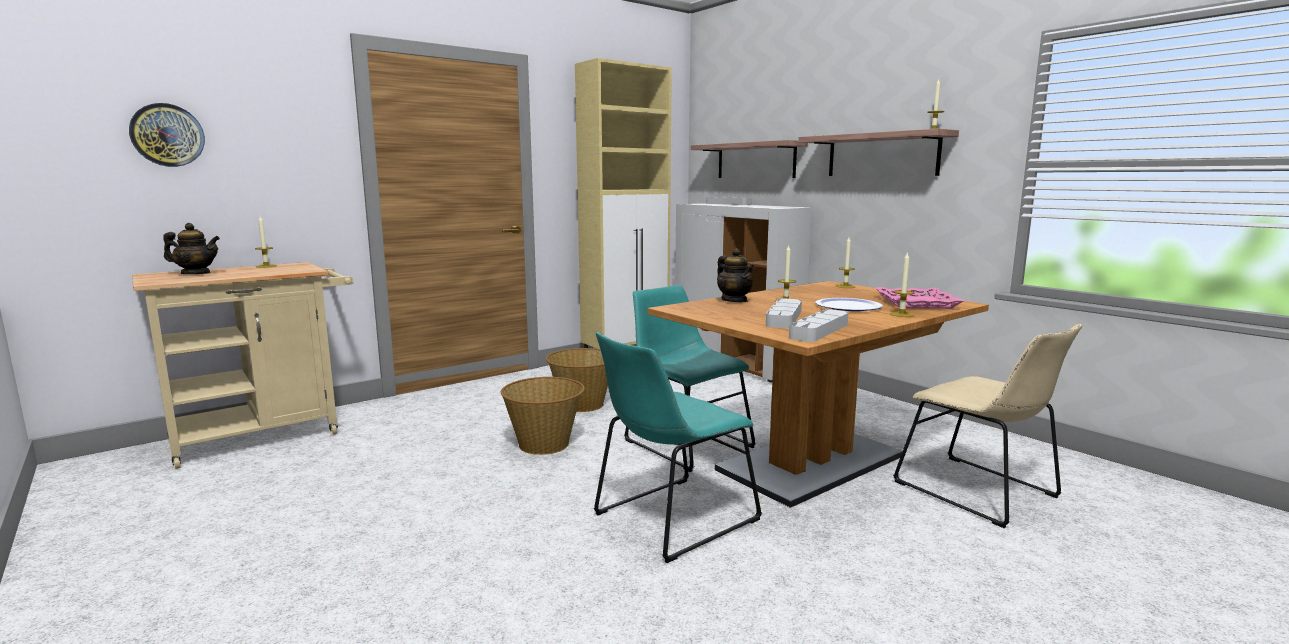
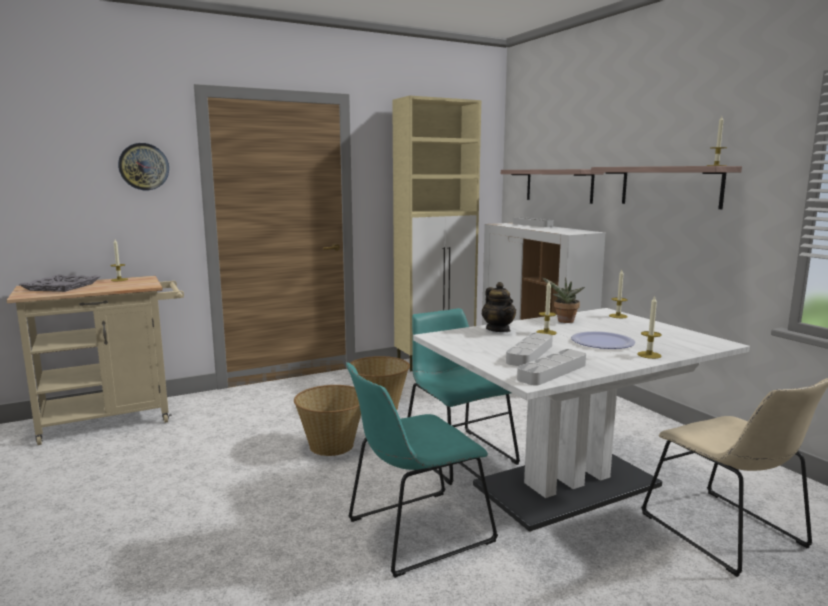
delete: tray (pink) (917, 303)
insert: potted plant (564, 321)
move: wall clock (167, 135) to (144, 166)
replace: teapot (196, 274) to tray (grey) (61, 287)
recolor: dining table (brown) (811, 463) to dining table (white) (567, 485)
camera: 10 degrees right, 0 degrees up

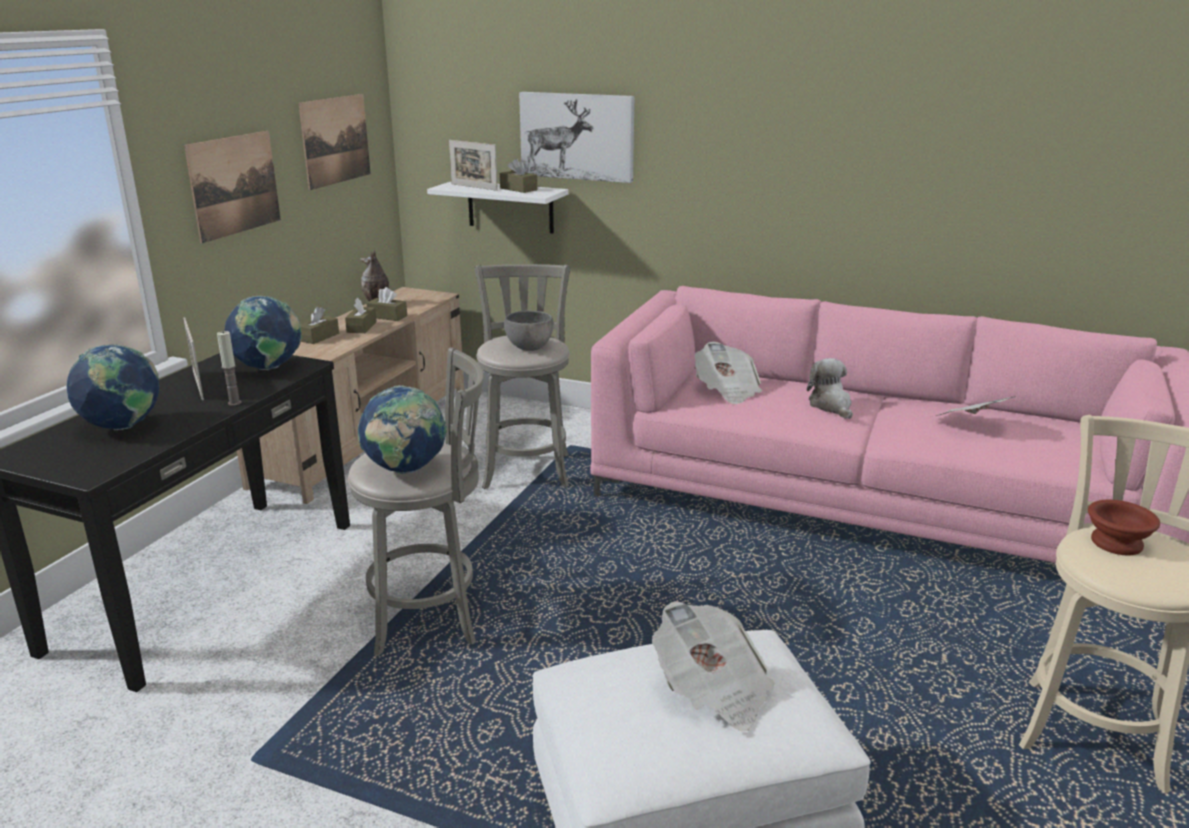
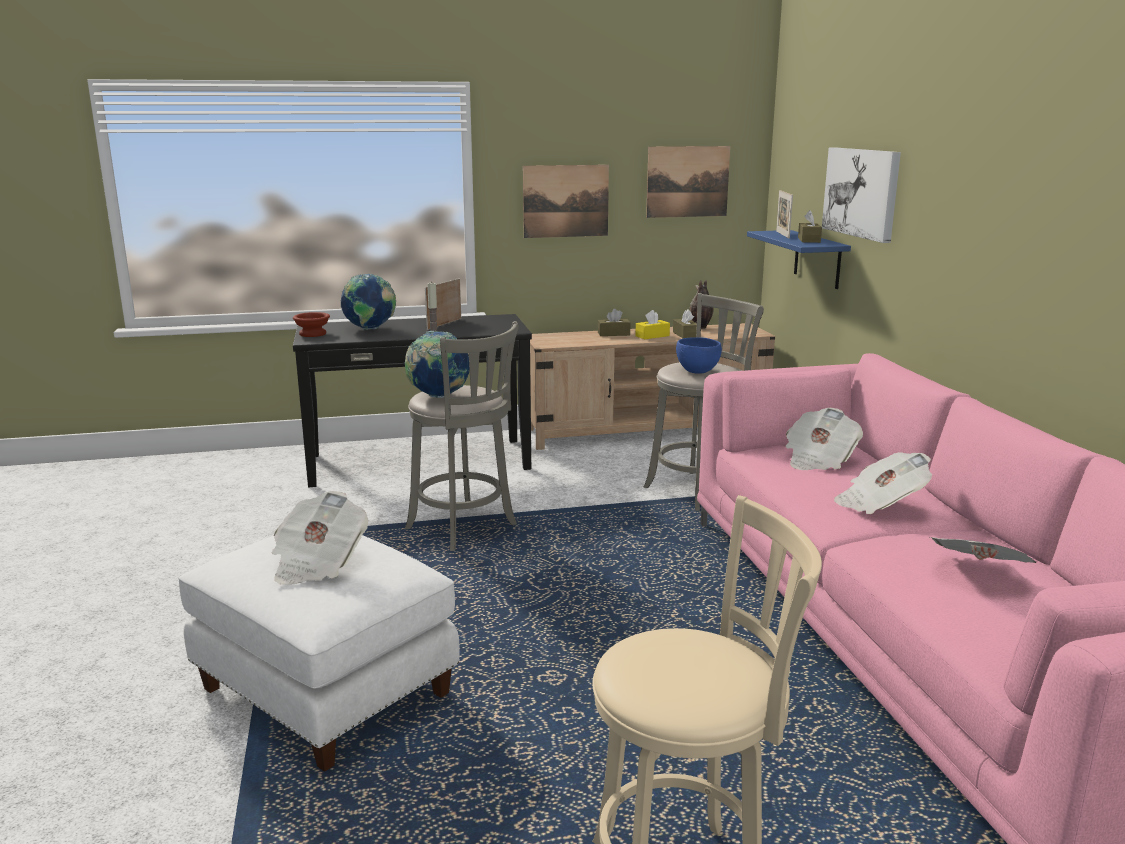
delete: globe (269, 368)
move: bowl (brown) (1114, 543) to (312, 333)
replace: plush toy (831, 406) to newspaper (879, 504)
recolor: shelf (white) (510, 207) to shelf (blue) (817, 259); tissue box (brown) (361, 327) to tissue box (yellow) (652, 336); bowl (grey) (530, 347) to bowl (blue) (697, 371)
camera: 55 degrees right, 5 degrees down

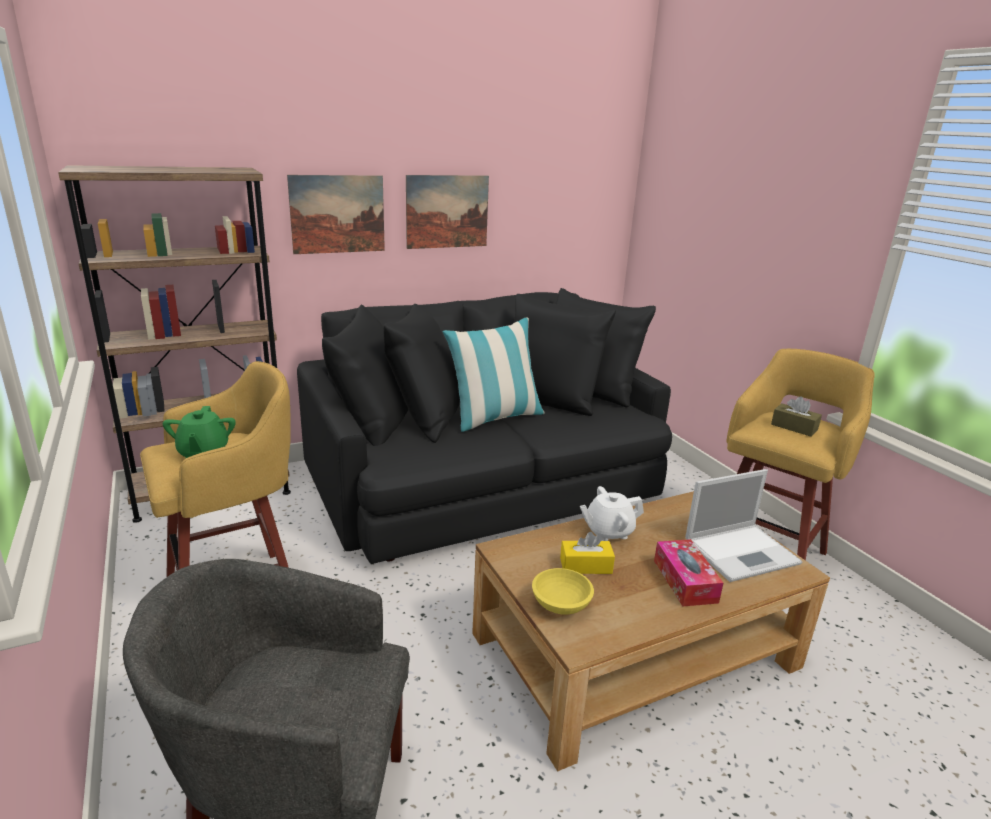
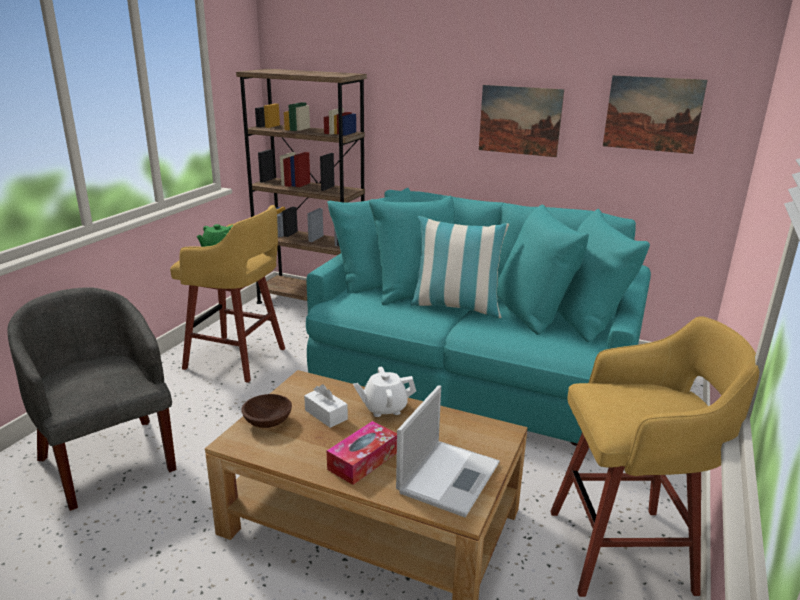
delete: tissue box (brown) (794, 427)
move: picture (337, 214) to (652, 114)
recolor: sofa (black) (483, 481) to sofa (turquoise) (473, 370); tissue box (yellow) (585, 566) to tissue box (white) (326, 415); bowl (yellow) (560, 604) to bowl (brown) (267, 421)
rotate: laptop (742, 552) = (449, 476) 90 degrees counterclockwise; teapot (white) (608, 532) = (384, 408) 45 degrees counterclockwise
camera: 50 degrees right, 0 degrees up

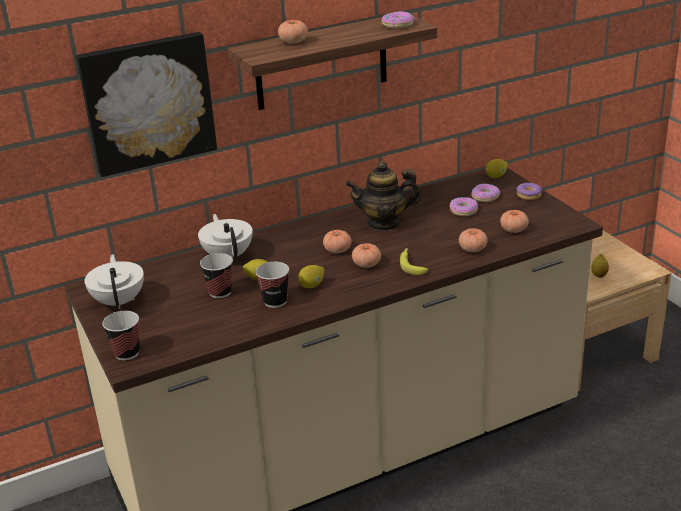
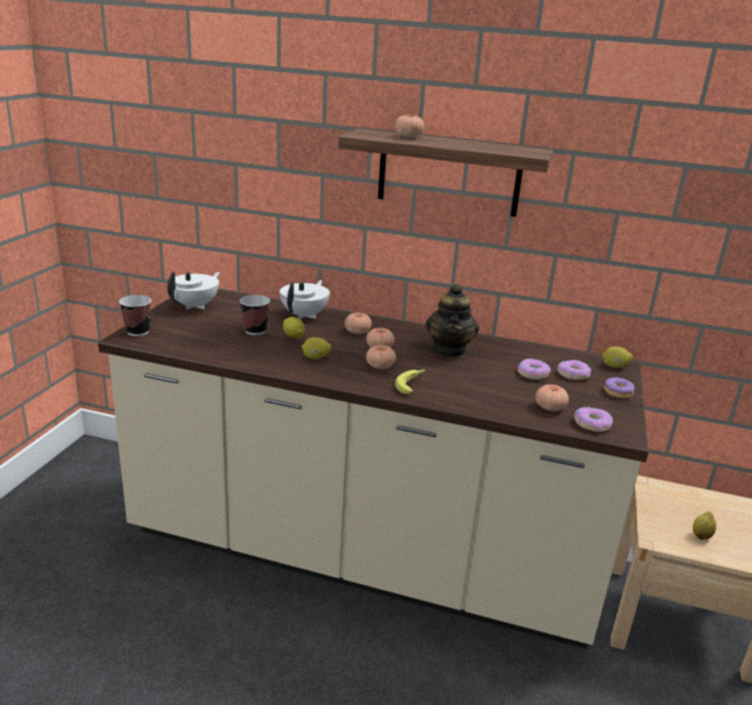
delete: picture (148, 102); cup (275, 301)
move: donut (398, 25) to (592, 424); tomato (472, 249) to (357, 332)
rotate: teapot (384, 223) = (449, 350) 120 degrees counterclockwise
camera: 40 degrees right, 5 degrees down

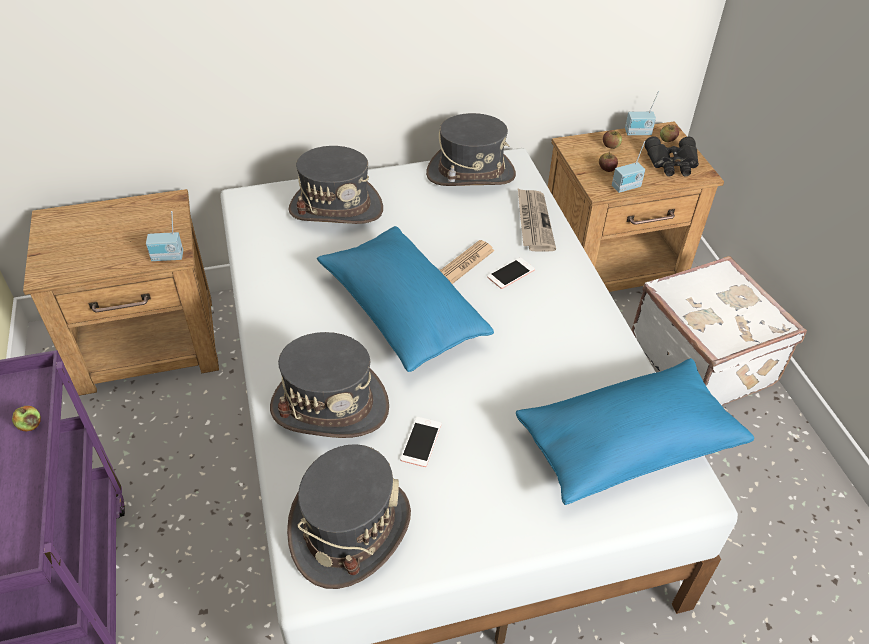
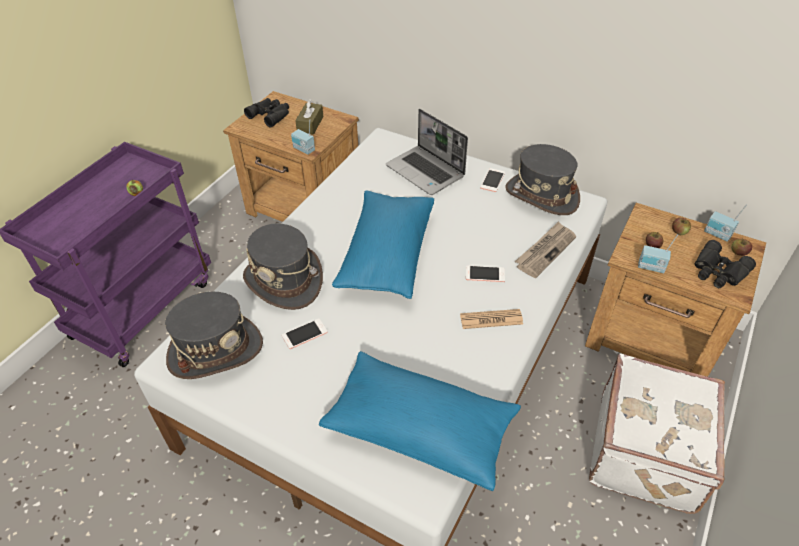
insert: binoculars (black) (271, 115); tissue box (brown) (310, 124); phone (492, 180)
move: newspaper (466, 262) to (491, 319)
replace: hat (grey) (336, 208) to laptop (426, 171)
camera: 45 degrees right, 0 degrees up

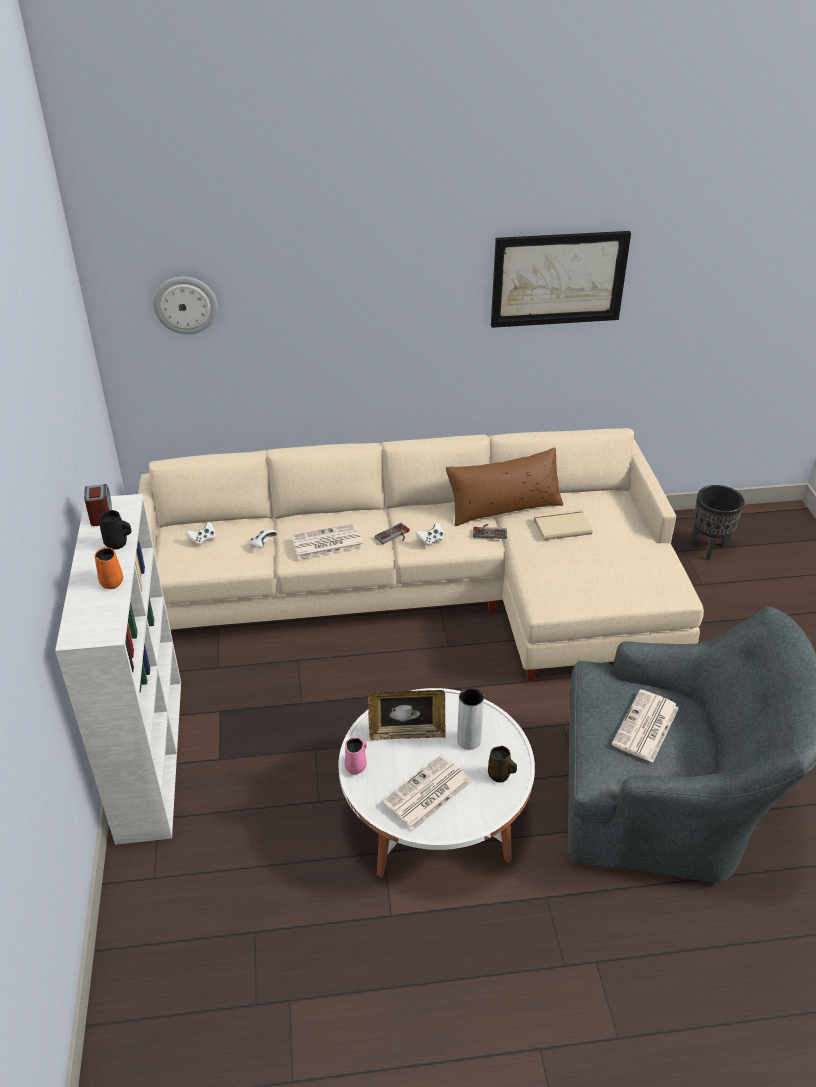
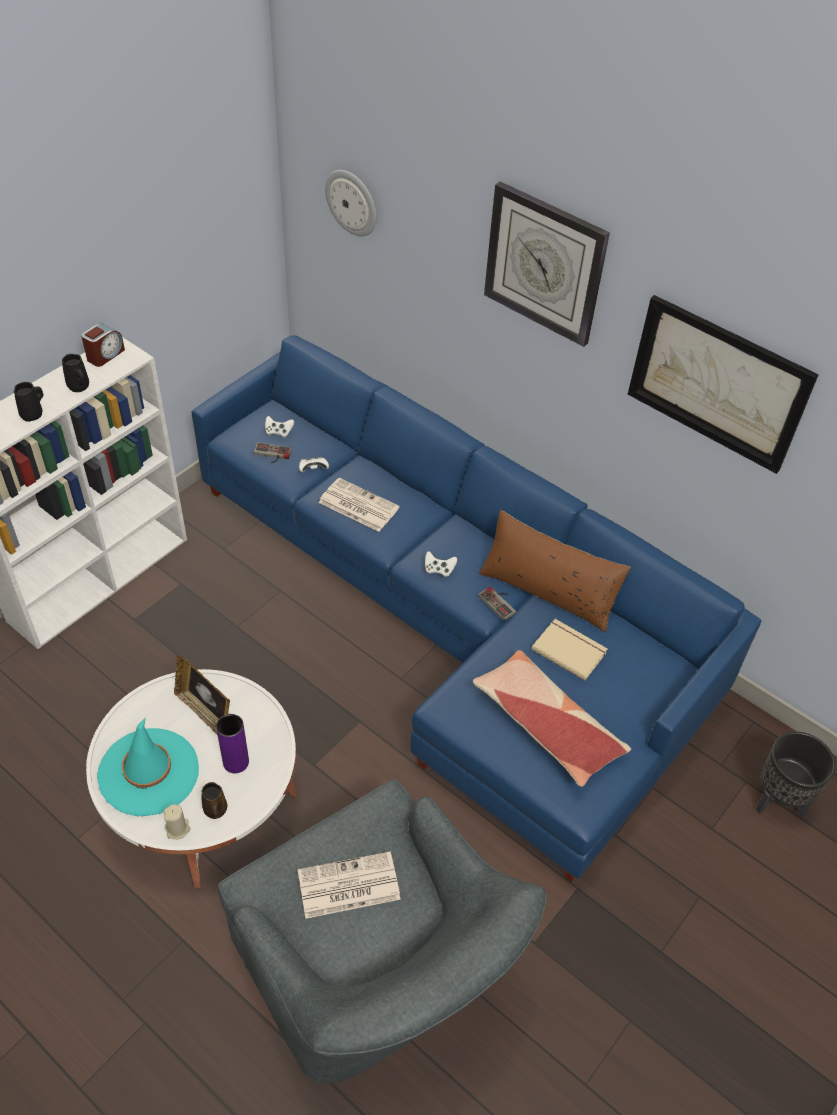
delete: mug (pink) (356, 766)
insert: wall clock (545, 264); pillow (546, 724); candle (beige) (178, 829)
move: game controller (394, 536) to (271, 455)
replace: newspaper (427, 794) to hat (turquoise) (149, 772)
recolor: sofa (beige) (433, 589) to sofa (blue) (460, 620); mug (orange) (112, 581) to mug (black) (33, 414); vase (grey) (468, 740) to vase (purple) (236, 762)
camera: 45 degrees right, 10 degrees up

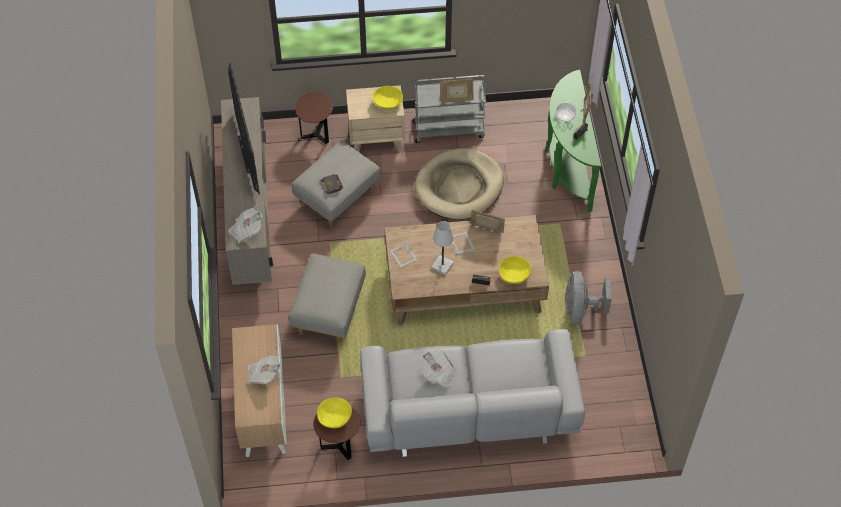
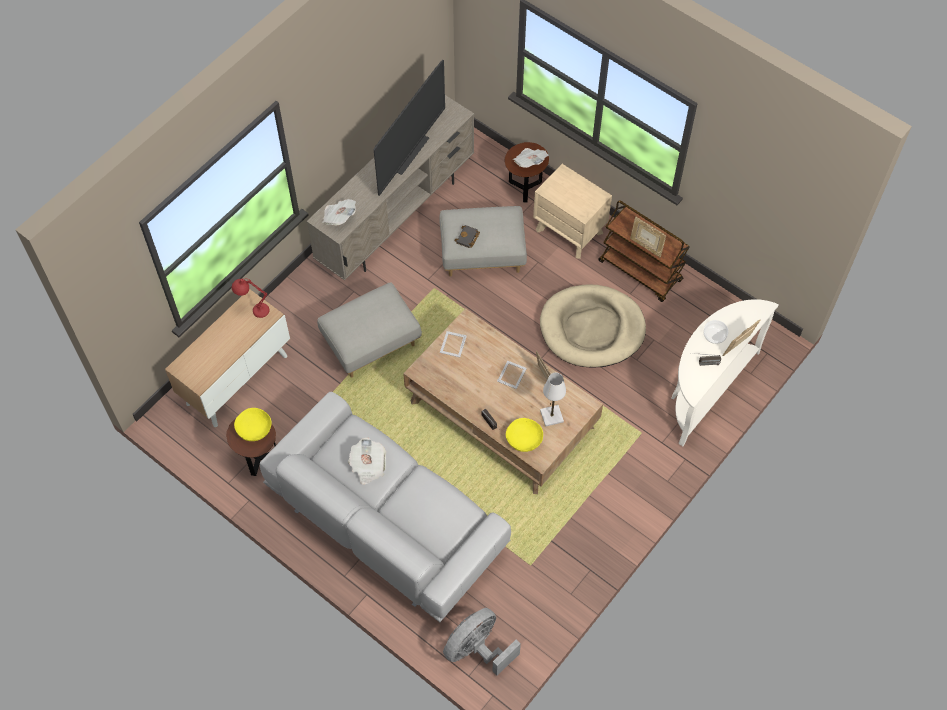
delete: bowl (yellow) (388, 102)
insert: table lamp (red) (253, 310)
move: table lamp (white) (442, 266) to (551, 416); fan (grey) (581, 310) to (477, 649); newspaper (263, 374) to (530, 162)
recolor: console table (green) (566, 167) to console table (white) (706, 388); cart (grey) (449, 129) to cart (brown) (641, 271)
camera: 45 degrees right, 5 degrees up

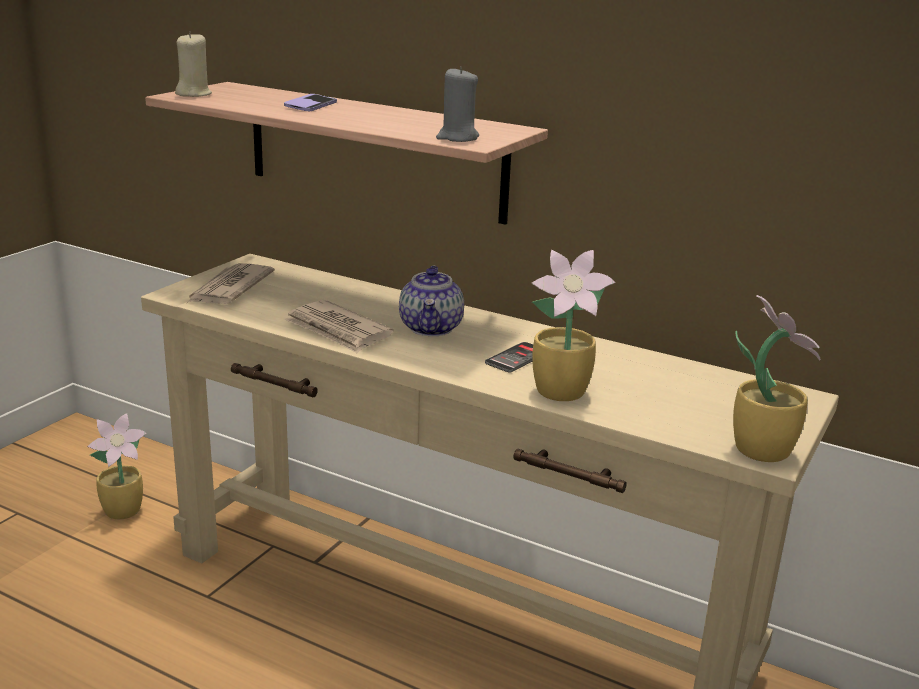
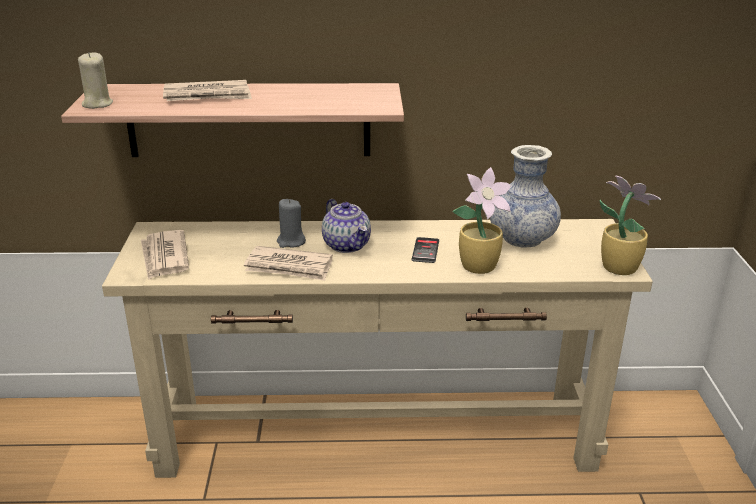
delete: potted plant (125, 511)
insert: vase (522, 239)
move: candle (grey) (457, 138) to (291, 242)
replace: phone (311, 105) to newspaper (208, 95)
camera: 30 degrees left, 5 degrees up

